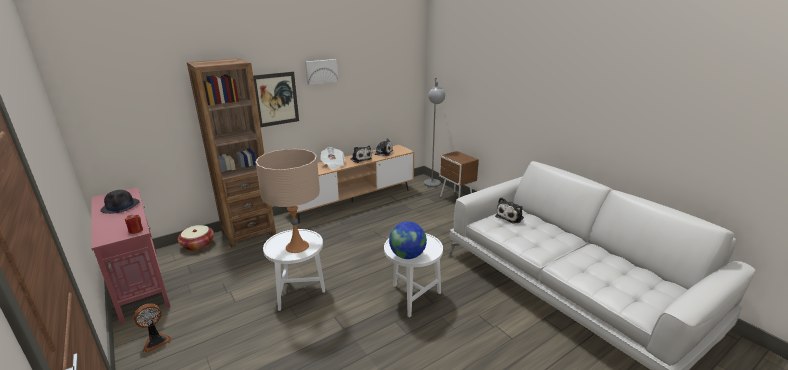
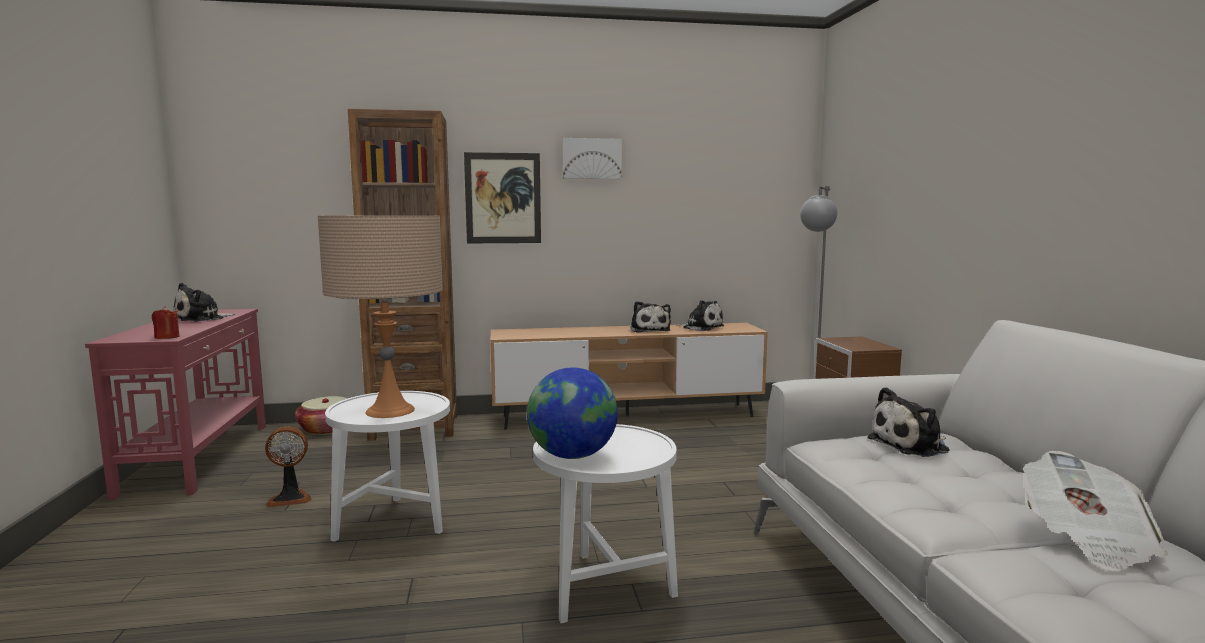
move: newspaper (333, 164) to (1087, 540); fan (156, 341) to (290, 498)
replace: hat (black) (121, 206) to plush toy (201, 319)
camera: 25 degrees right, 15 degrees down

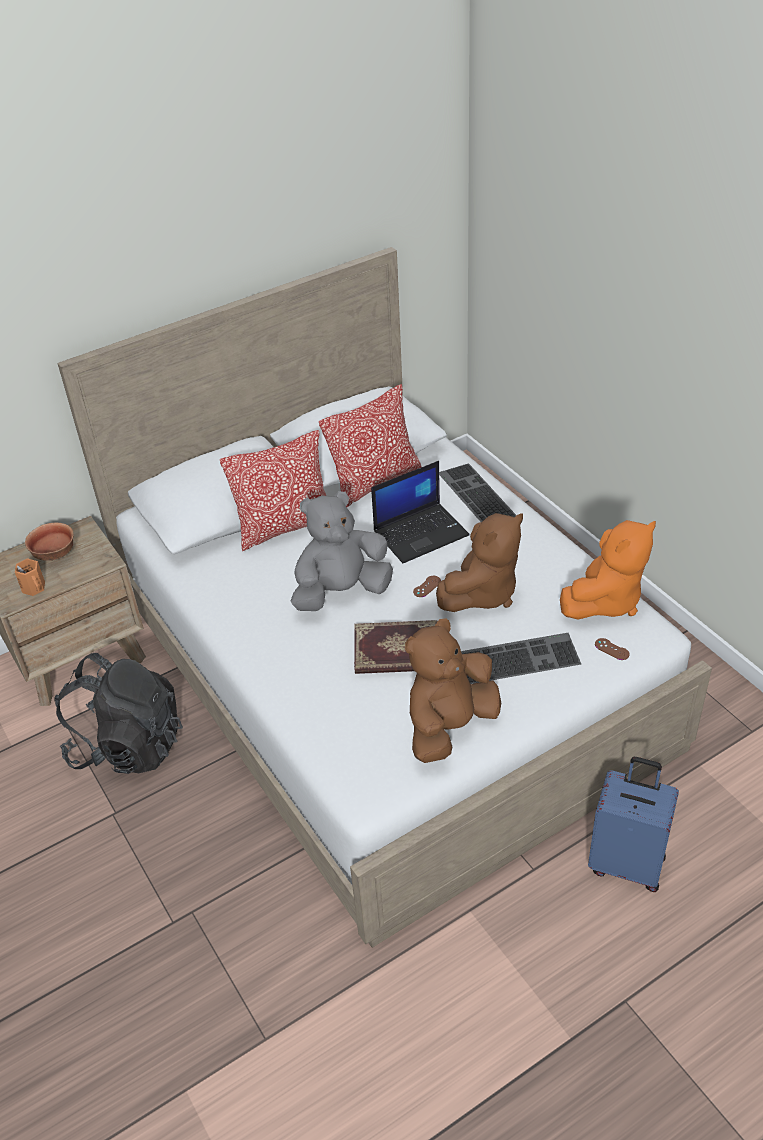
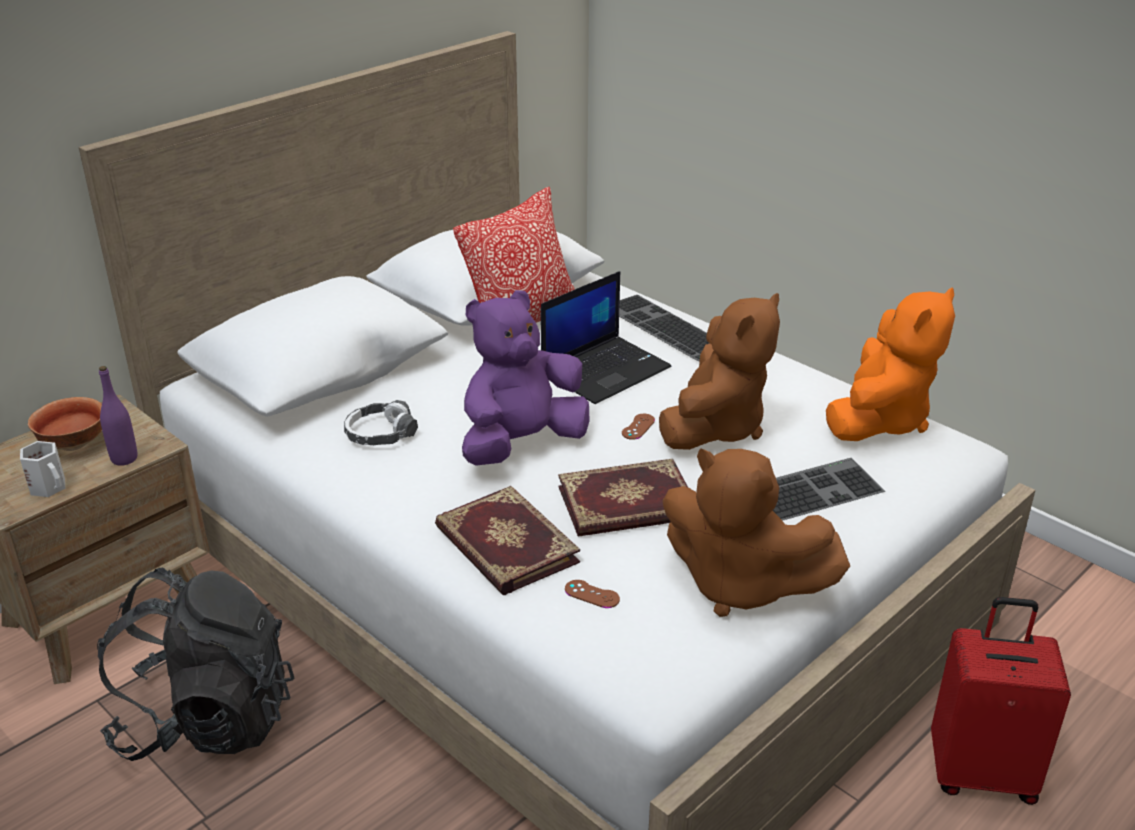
delete: pillow (285, 527)
insert: bottle (purple) (124, 459); headphones (380, 433); book (504, 546)
move: game controller (brown) (612, 649) to (592, 594)
recolor: plush toy (grey) (341, 592) to plush toy (purple) (521, 444); mug (orange) (35, 587) to mug (white) (50, 486); suitcase (blue) (627, 863) to suitcase (red) (981, 773)
rotate: plush toy (brown) (449, 726) = (740, 585) 90 degrees counterclockwise
camera: 15 degrees left, 10 degrees down

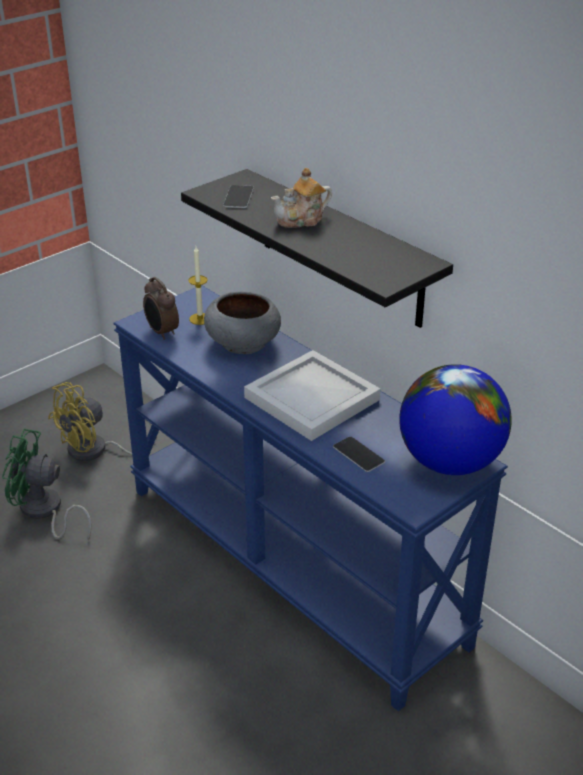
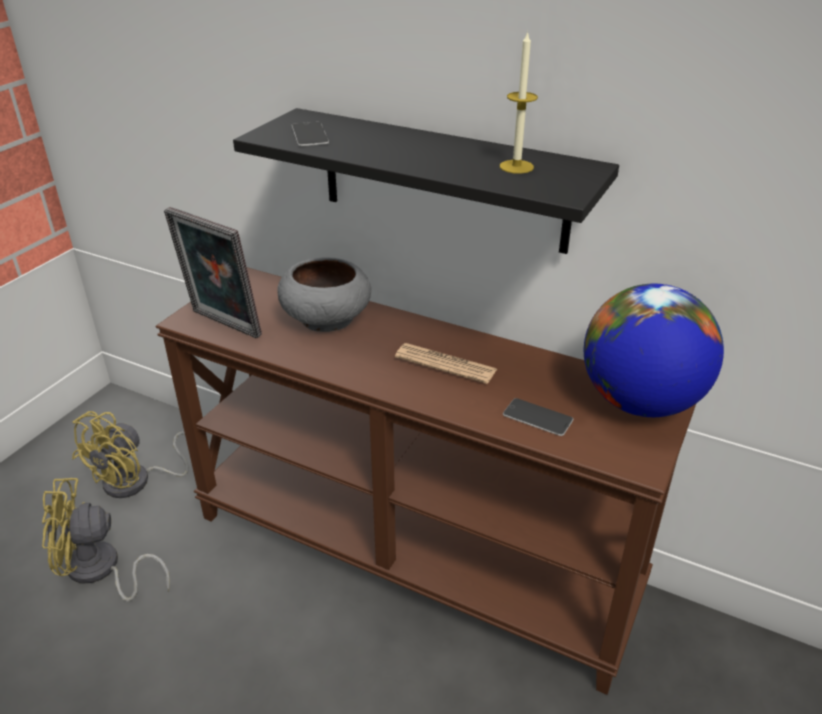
delete: teapot (302, 220)
move: candle (200, 319) to (516, 166)
replace: alarm clock (161, 332) to picture frame (222, 325); tray (white) (314, 398) to newspaper (445, 364)
recolor: console table (blue) (294, 563) to console table (brown) (414, 552); fan (green) (44, 512) to fan (yellow) (100, 571)
camera: 20 degrees left, 0 degrees up

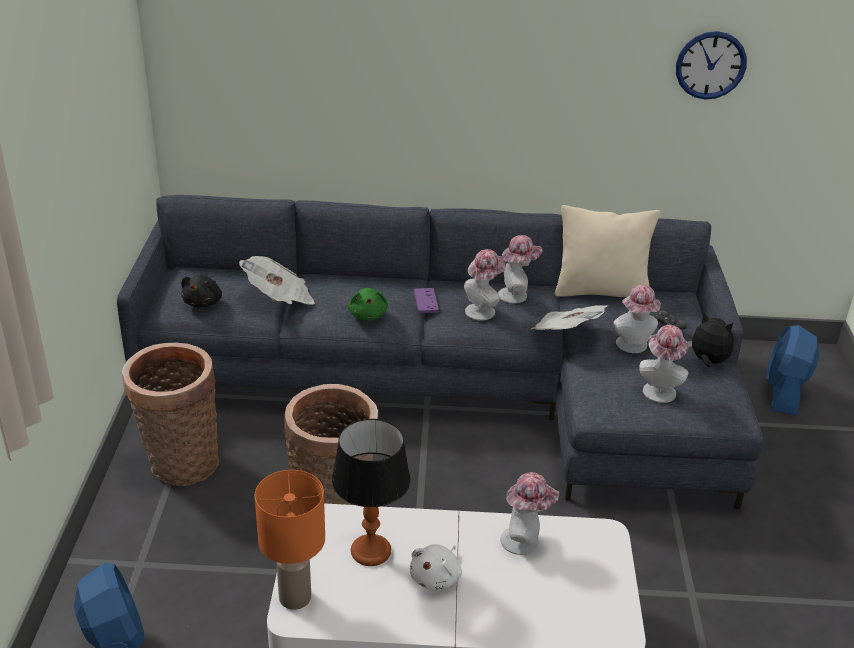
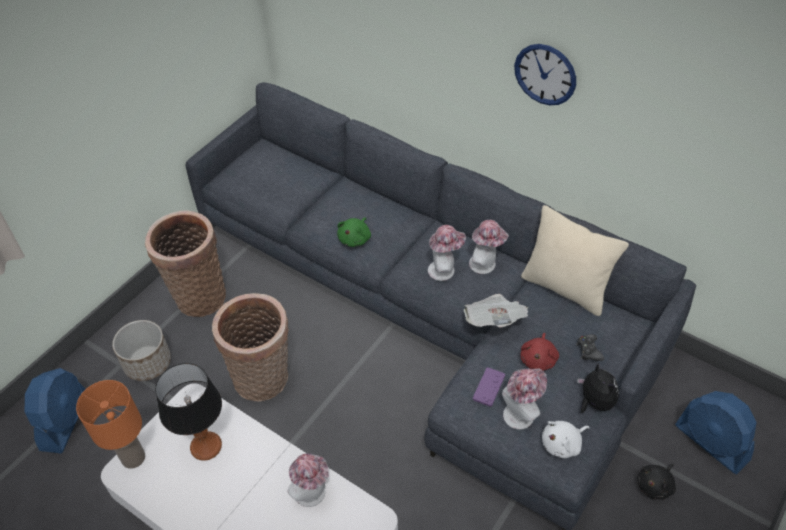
delete: newspaper (279, 298)
insert: planter (147, 363)
move: wall clock (710, 65) to (545, 74); plush toy (black) (203, 302) to (655, 485); game controller (purple) (426, 301) to (489, 387); plush toy (white) (436, 577) to (563, 444)
replace: hat (633, 346) to plush toy (red) (538, 359)
rotate: fan (blue) (784, 392) = (712, 443) 90 degrees counterclockwise
camera: 35 degrees right, 15 degrees up

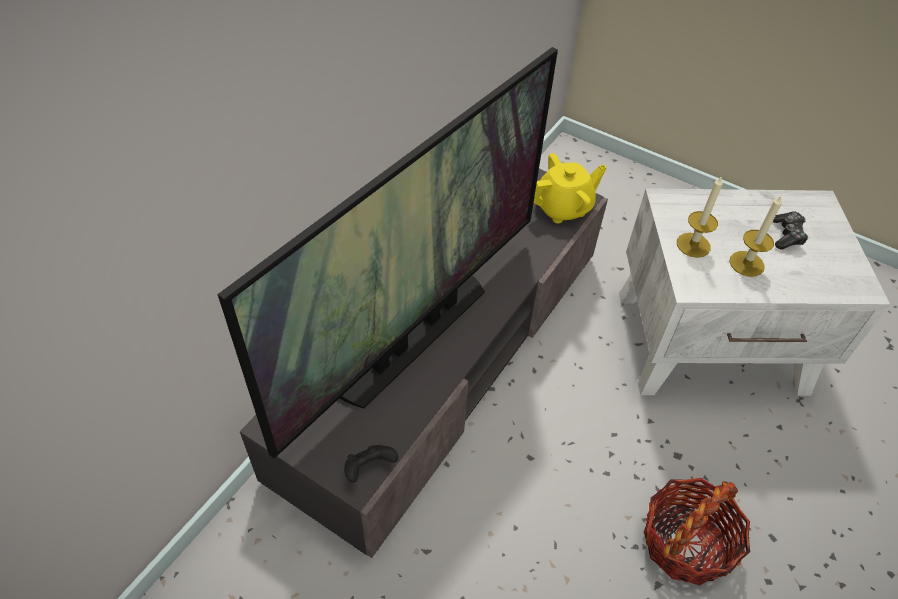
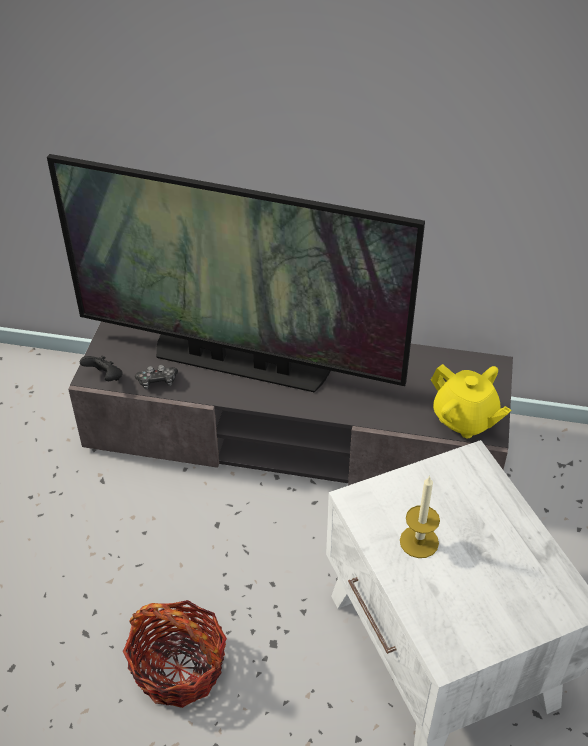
delete: candle (693, 245)
move: game controller (787, 235) to (157, 381)
camera: 70 degrees right, 5 degrees down

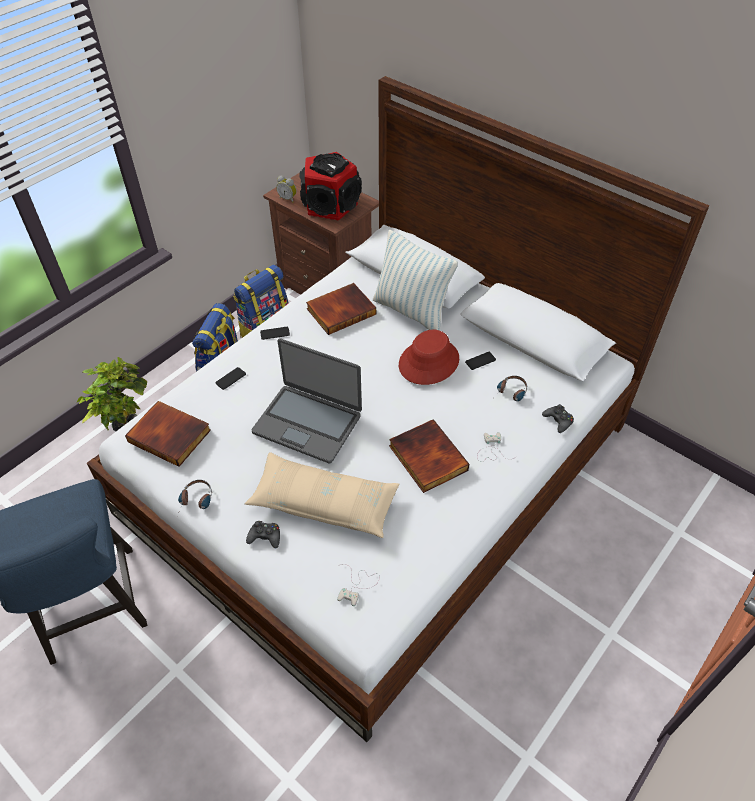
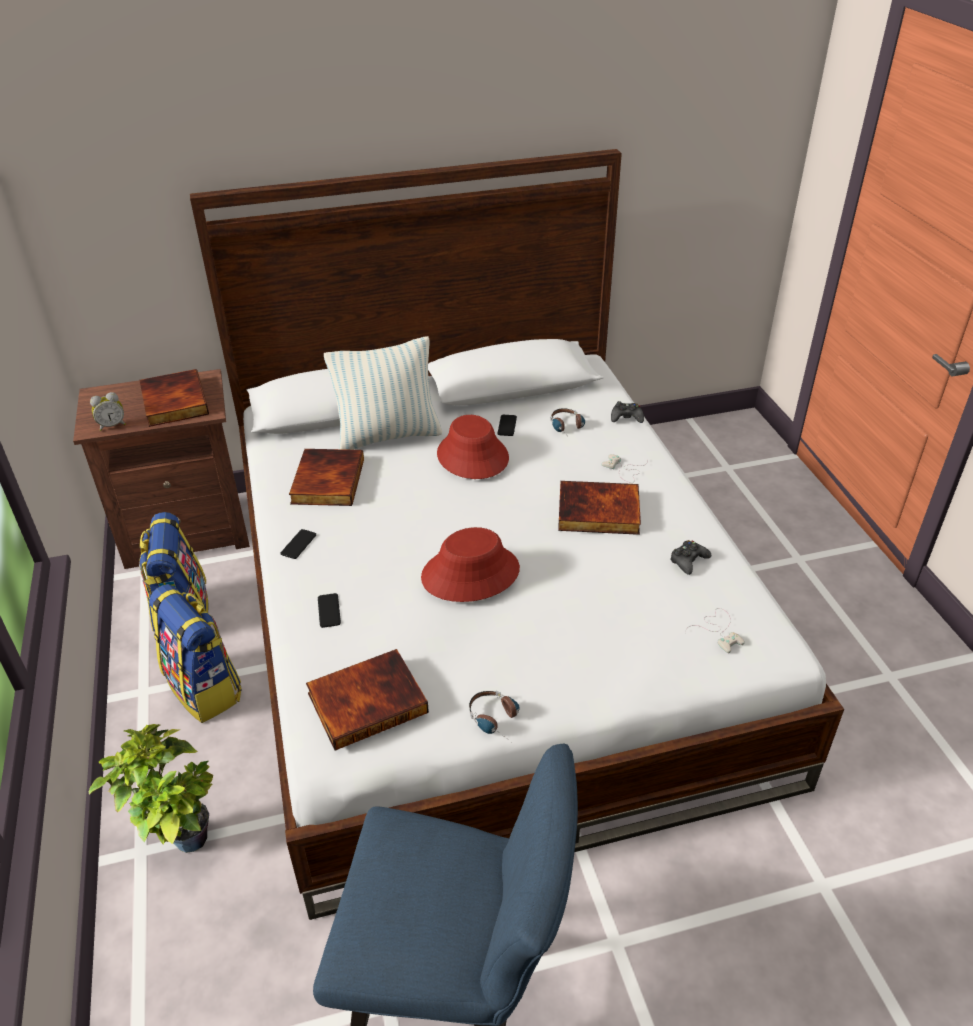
delete: pillow (beige) (324, 503)
move: game controller (black) (265, 537) to (688, 561)
replace: speaker (330, 205) to book (173, 402); laptop (308, 423) to hat (red) (470, 573)
camera: 55 degrees left, 10 degrees down

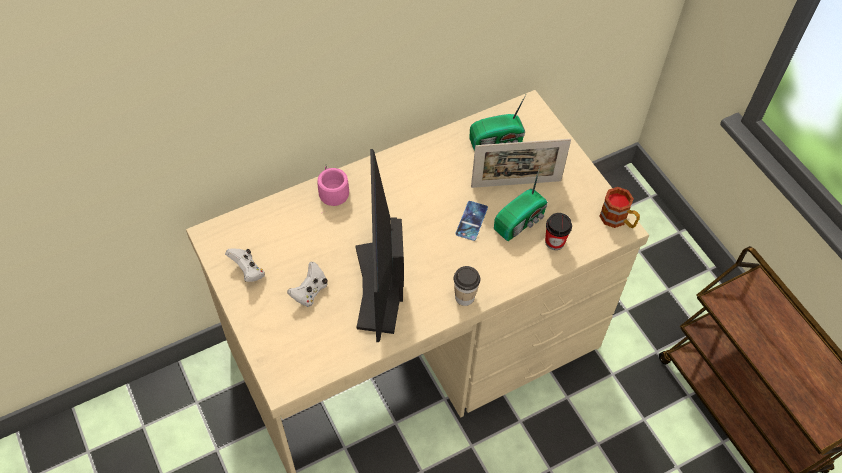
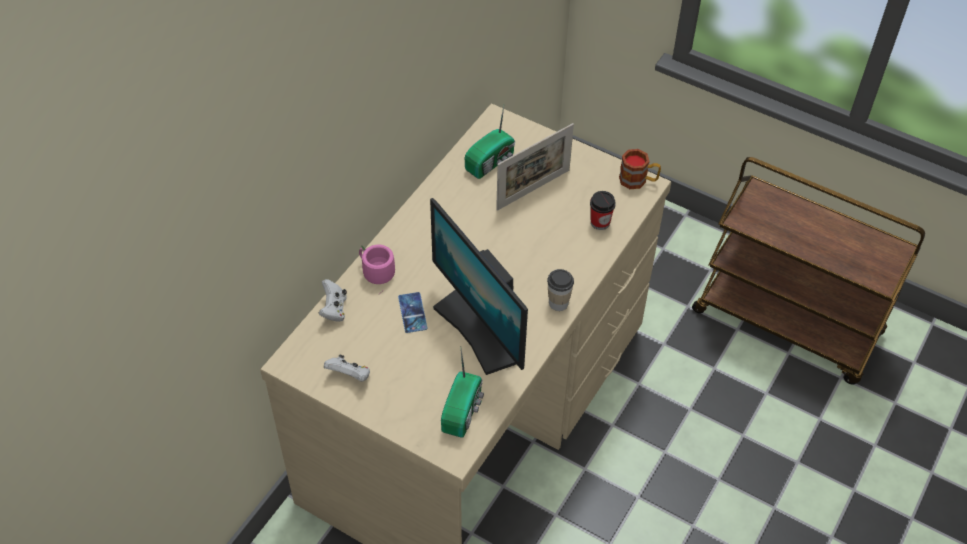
move: radio (521, 221) to (463, 410); phone (471, 221) to (412, 312); game controller (white) (310, 292) to (334, 309)
camera: 30 degrees left, 5 degrees down

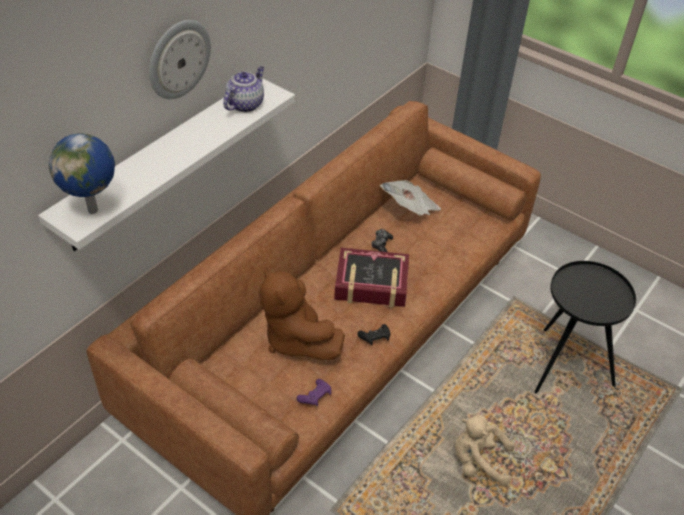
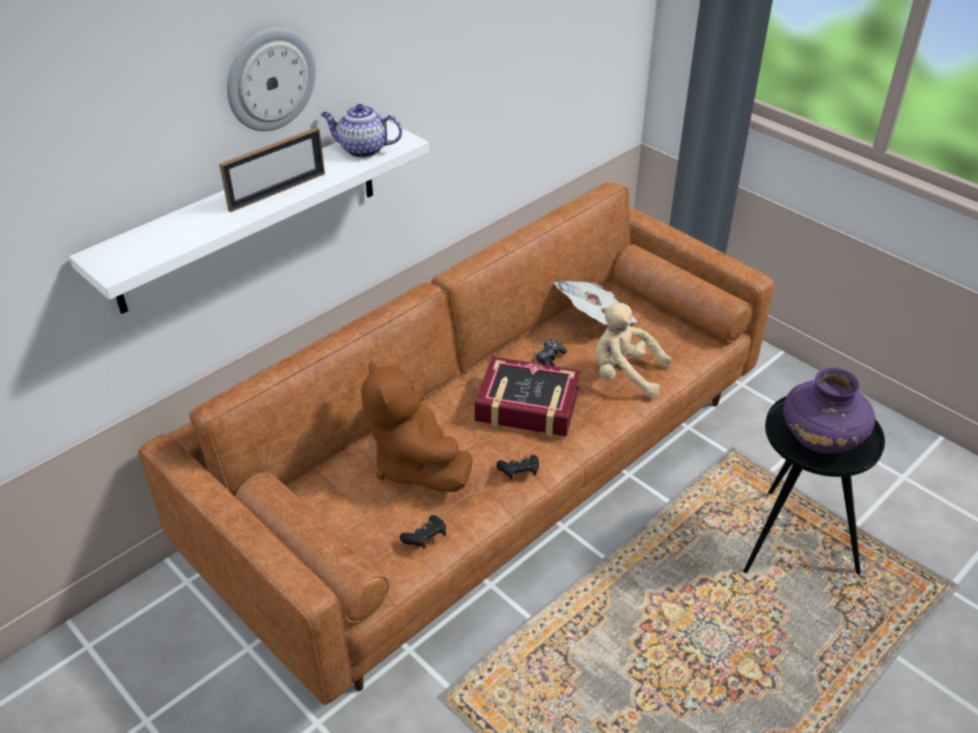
delete: globe (94, 210)
insert: picture frame (277, 191); vase (purple) (820, 440)
move: plush toy (beige) (478, 461) to (624, 375)
recolor: game controller (purple) (315, 397) to game controller (black) (425, 538)
rotate: teapot (245, 104) = (362, 149) 120 degrees counterclockwise
camera: 10 degrees right, 5 degrees down

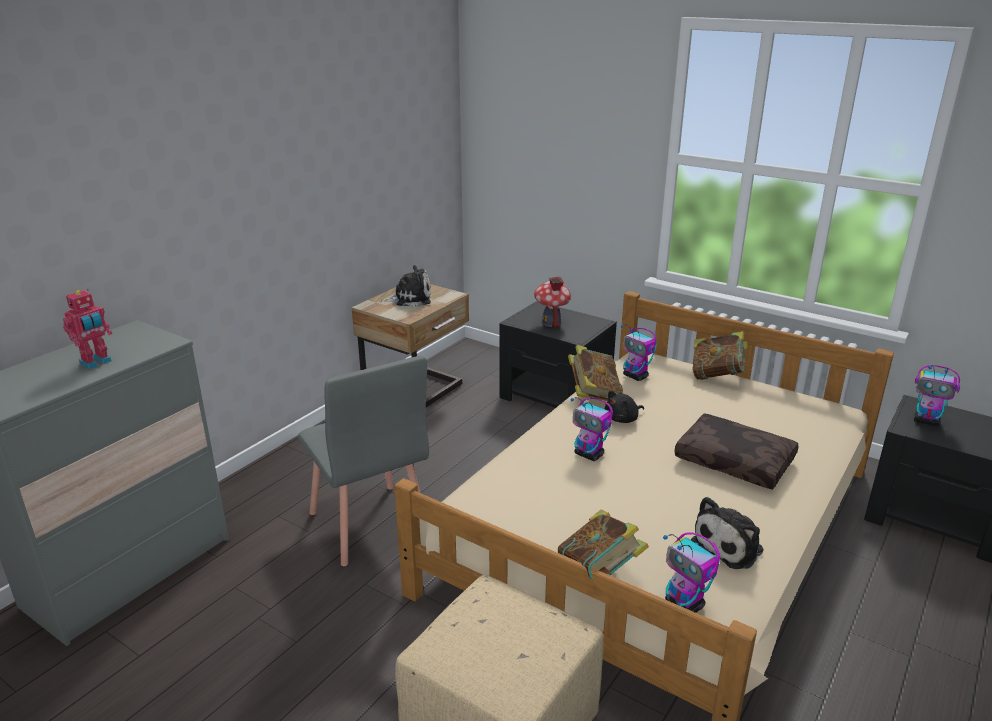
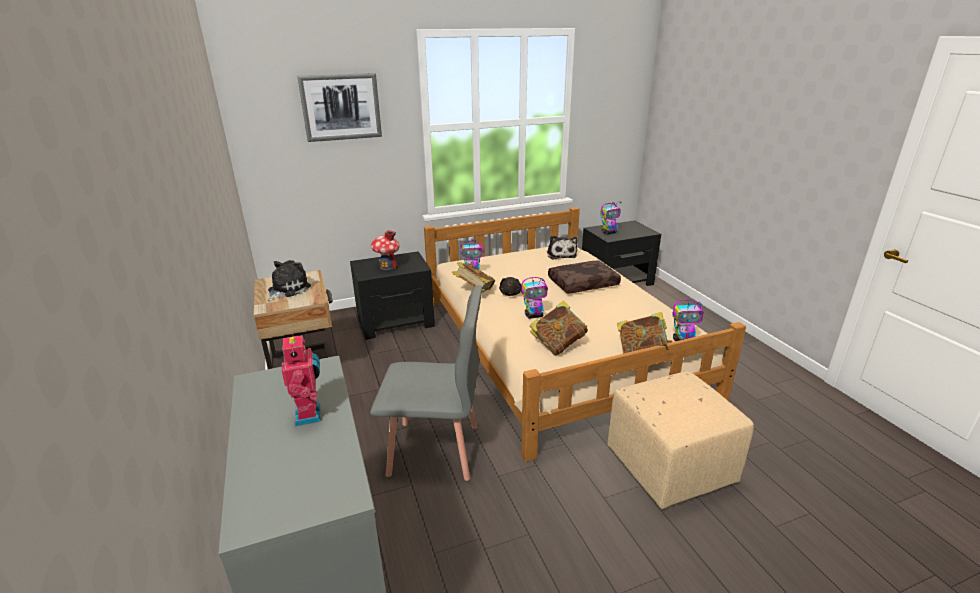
insert: picture (341, 107)
move: book (717, 375) to (558, 345); plush toy (730, 546) to (561, 254)
camera: 55 degrees left, 0 degrees up

